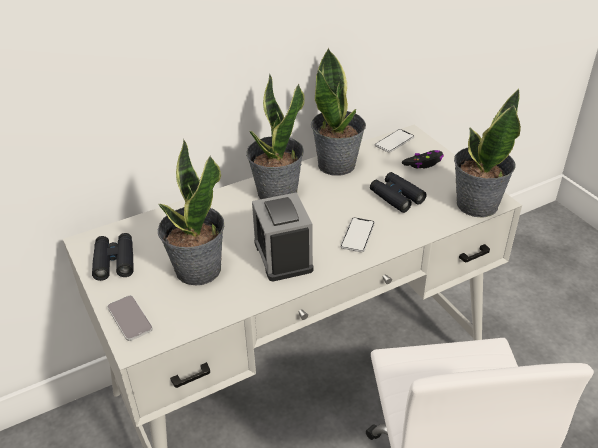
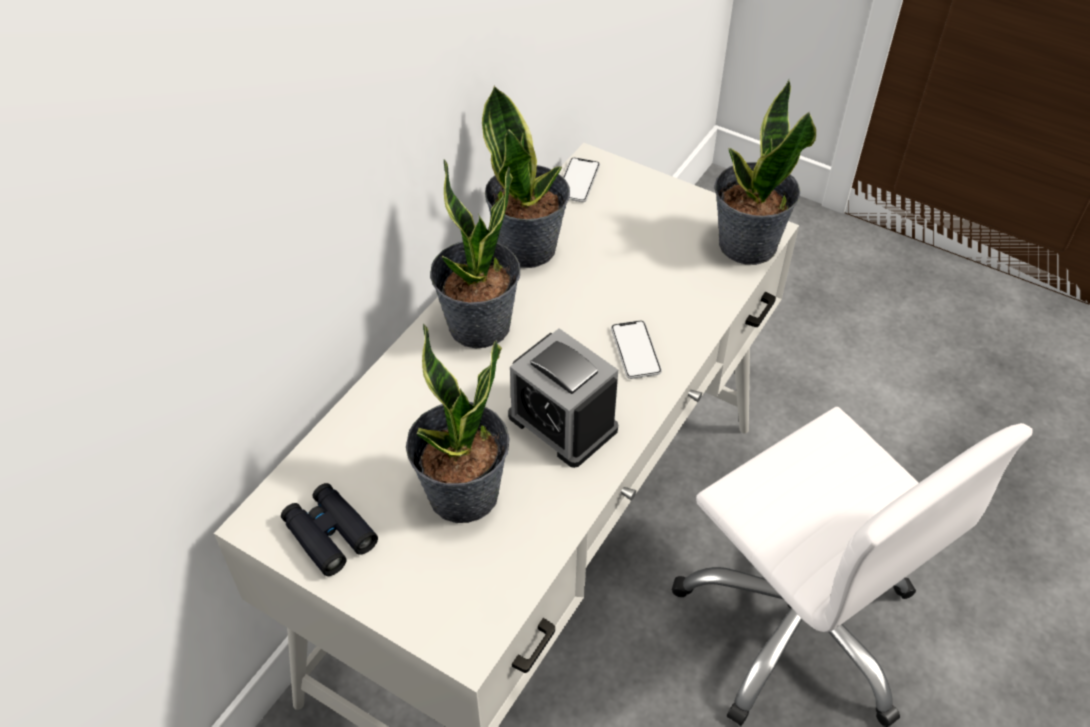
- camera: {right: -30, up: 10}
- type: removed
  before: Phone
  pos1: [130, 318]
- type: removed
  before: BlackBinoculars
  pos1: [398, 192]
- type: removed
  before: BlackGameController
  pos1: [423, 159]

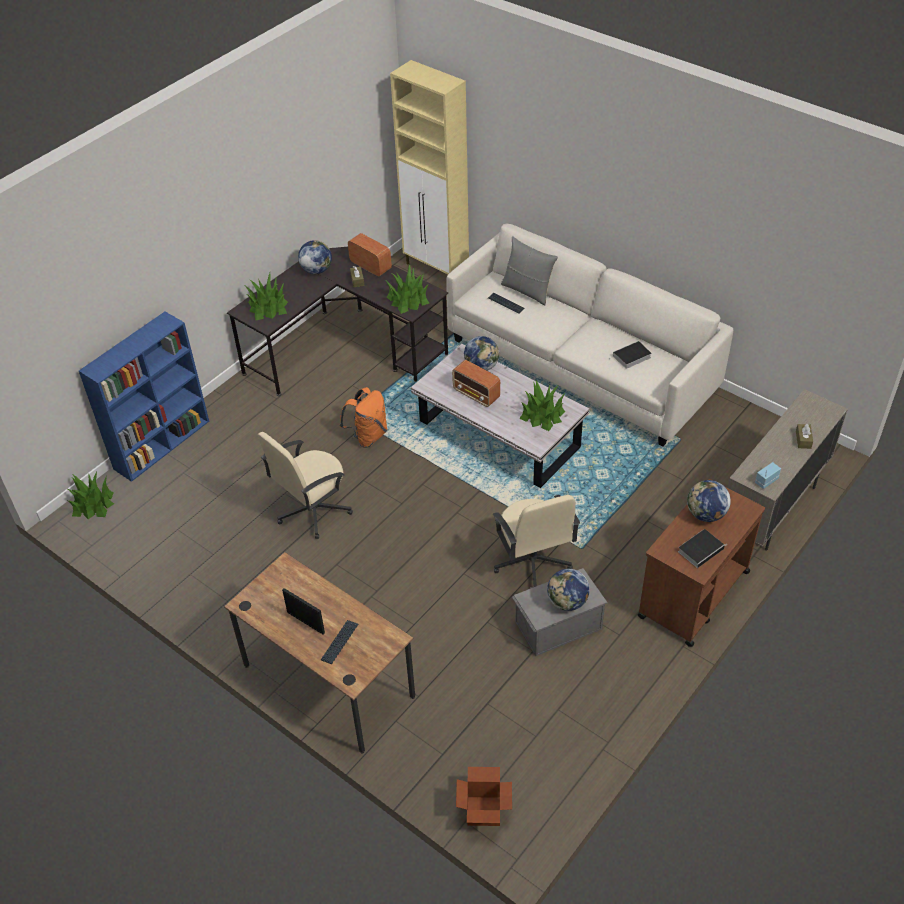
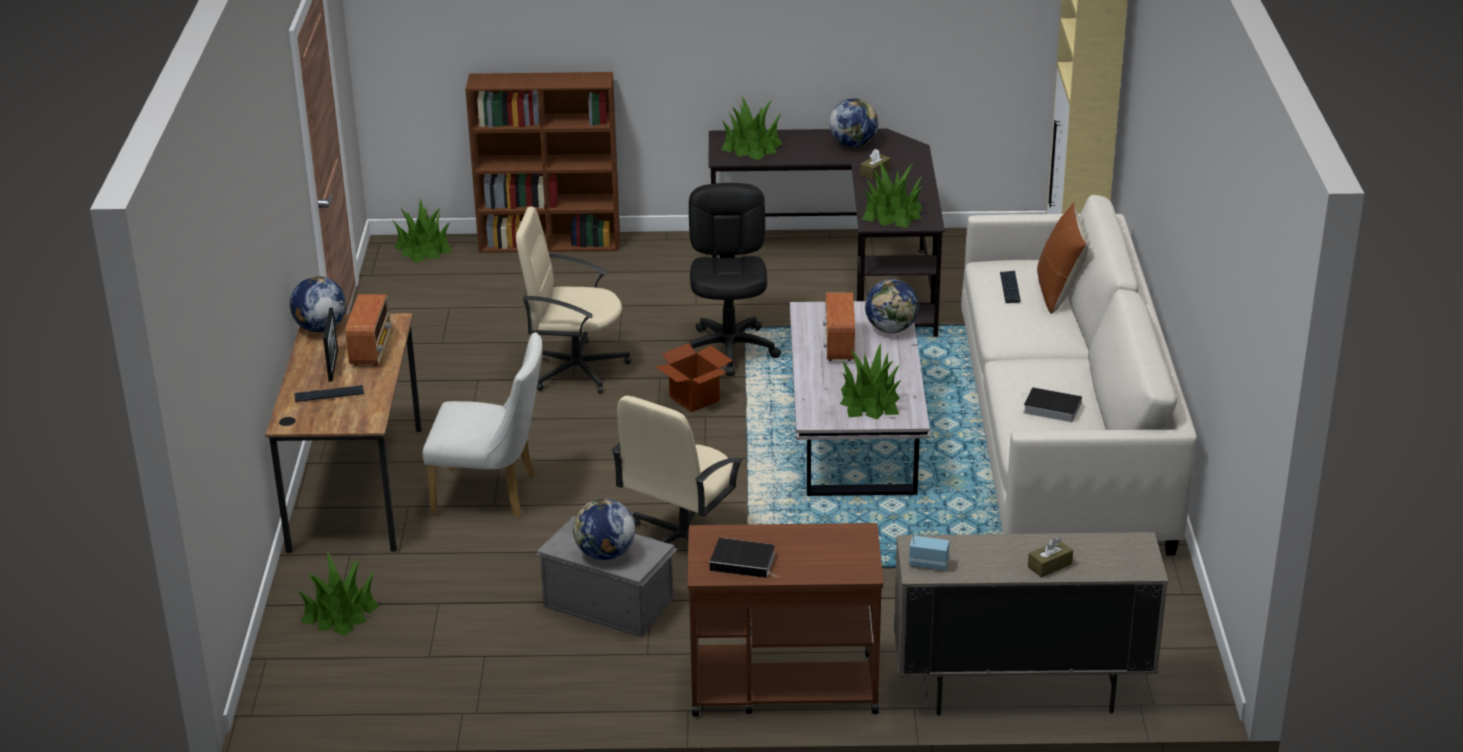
- camera: {right: 50, up: -15}
- type: recoloured
  before: BlueBookcase
  after: BrownBookcase
  pos1: [144, 397]
  pos2: [542, 162]
- type: replaced
  before: OrangeBackpack
  after: BlackOfficeChair
  pos1: [363, 417]
  pos2: [734, 279]
- type: moved
  before: Radio
  pos1: [370, 254]
  pos2: [368, 330]
- type: moved
  before: CardboardBox
  pos1: [484, 796]
  pos2: [694, 378]
- type: recoloured
  before: GreyPillow
  after: BrownPillow
  pos1: [529, 270]
  pos2: [1063, 258]
- type: moved
  before: Globe
  pos1: [709, 501]
  pos2: [318, 304]
- type: added
  after: PottedPlant
  pos2: [338, 593]
- type: added
  after: WhiteChair
  pos2: [482, 425]

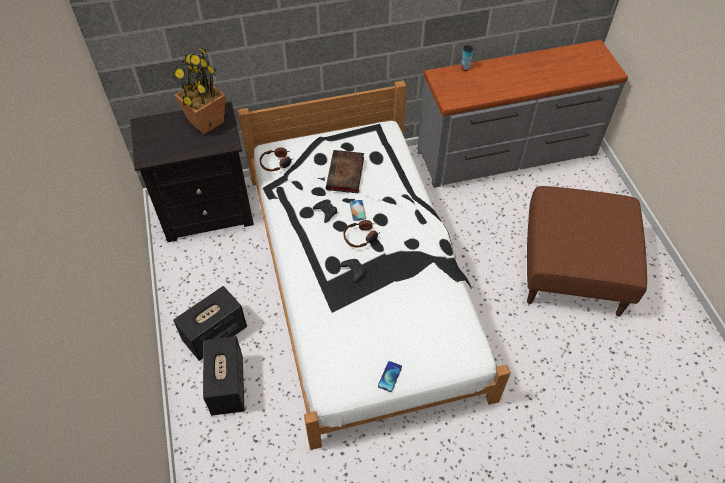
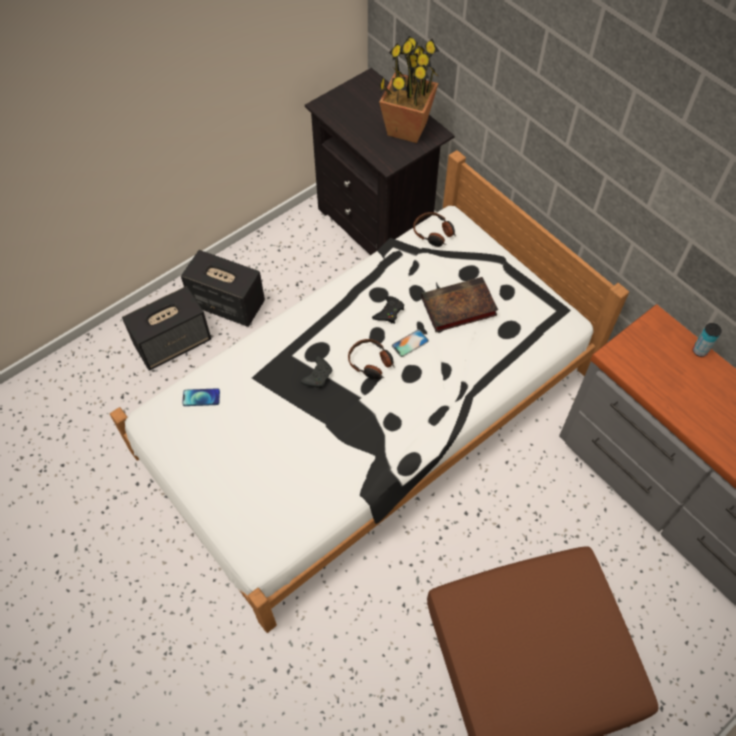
- camera: {right: 65, up: 5}
- type: moved
  before: Phone
  pos1: [390, 376]
  pos2: [201, 397]

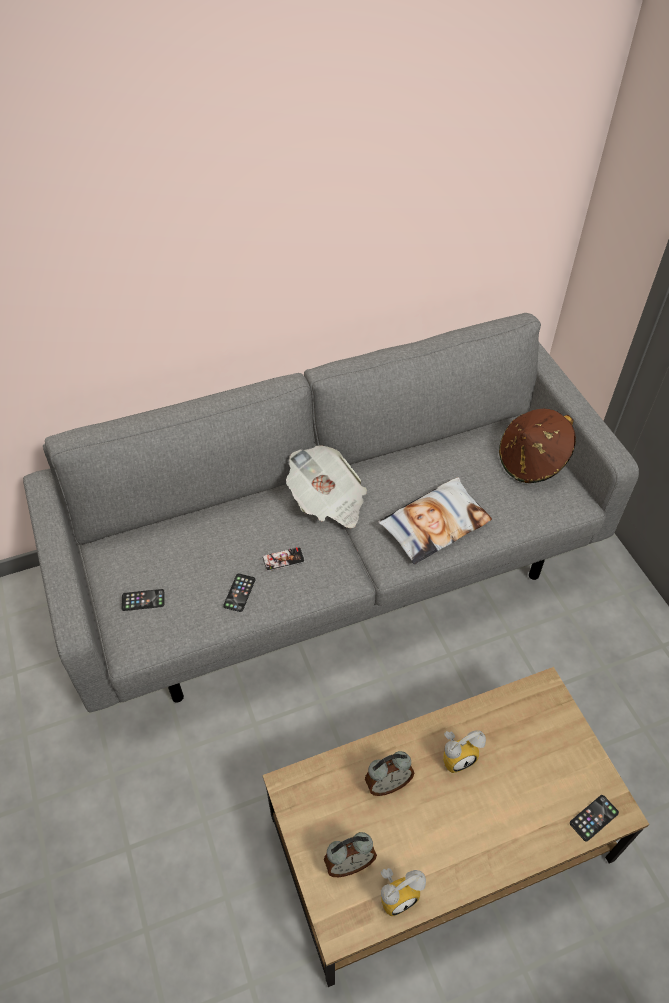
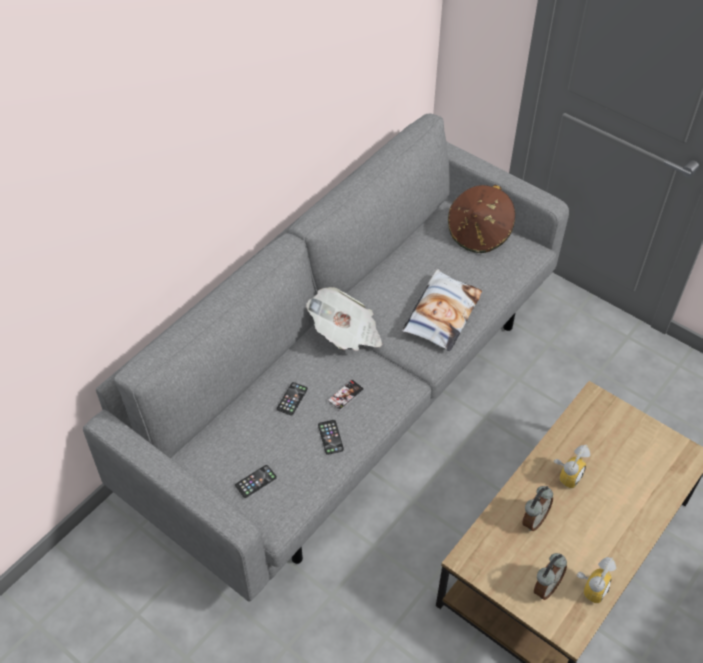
- camera: {right: -30, up: 0}
- type: moved
  before: Phone
  pos1: [594, 818]
  pos2: [292, 398]

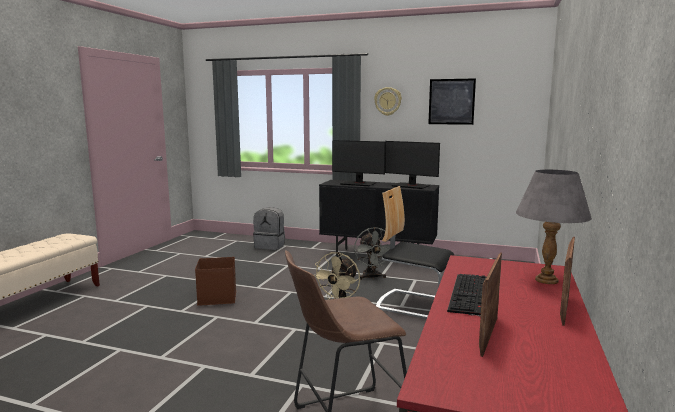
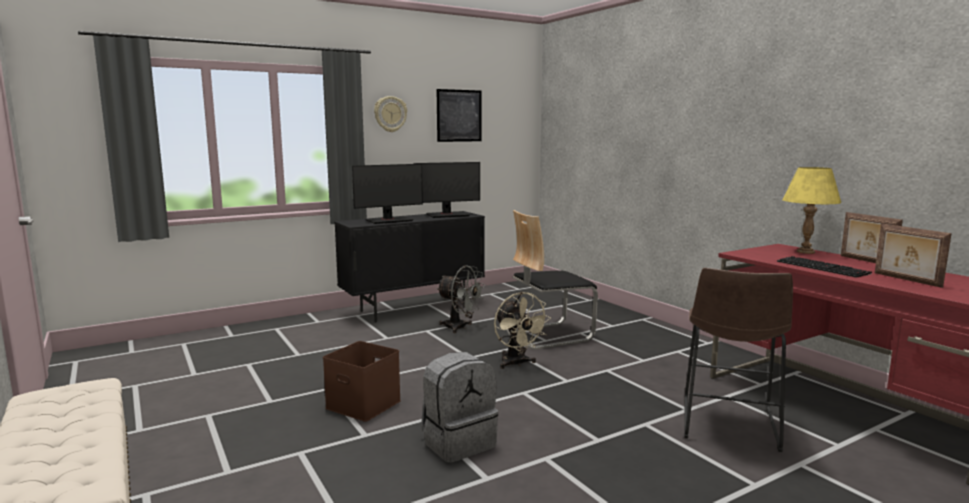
- camera: {right: -50, up: 0}
- type: moved
  before: GreyBackpack
  pos1: [269, 228]
  pos2: [459, 407]
- type: recoloured
  before: GreyTableLamp
  after: YellowTableLamp
  pos1: [554, 226]
  pos2: [811, 210]

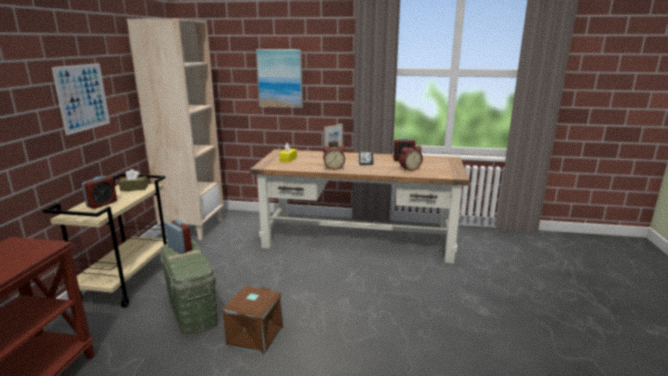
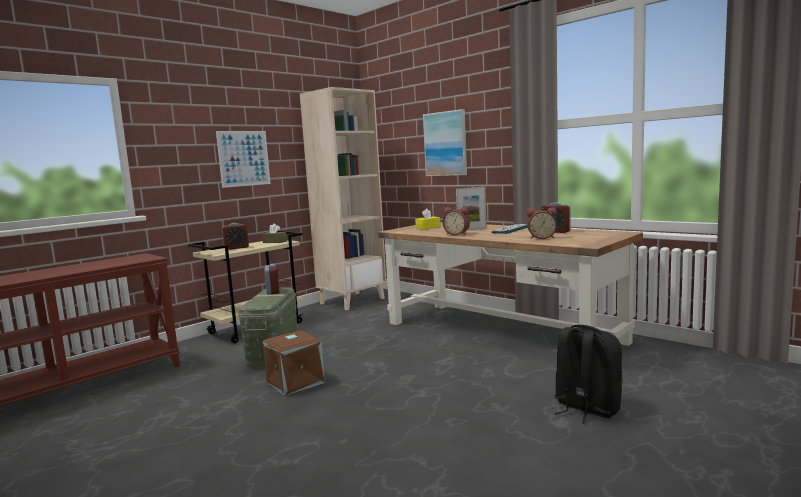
- camera: {right: 35, up: -10}
- type: added
  after: BlackBackpack
  pos2: [588, 374]

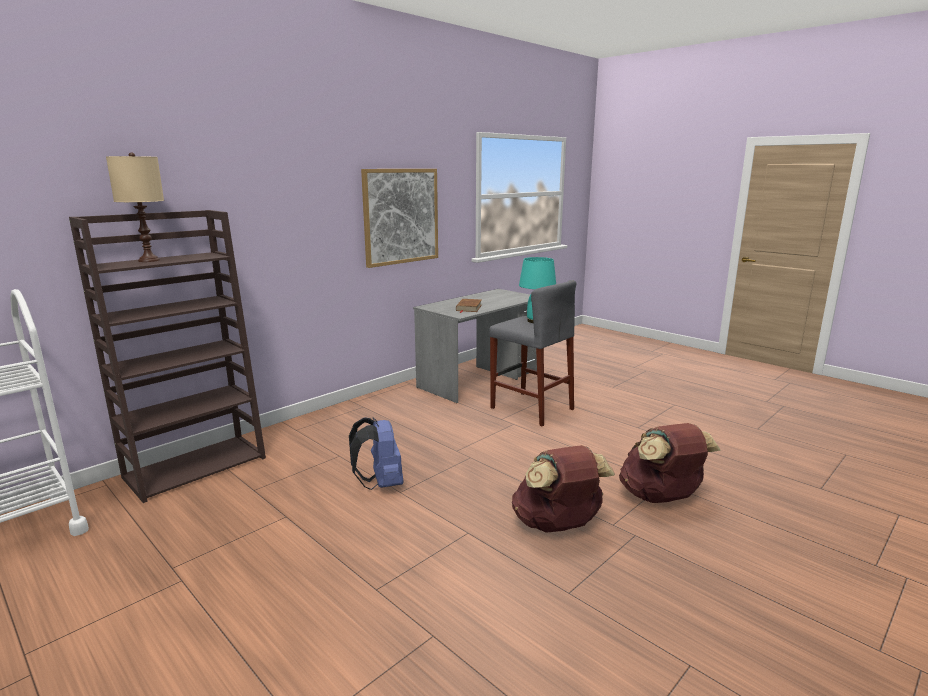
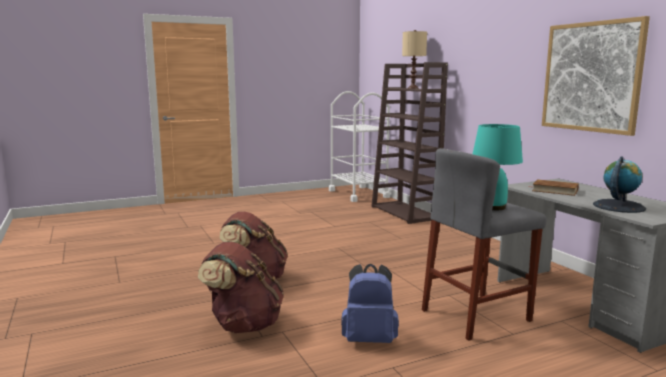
- camera: {right: 110, up: -5}
- type: moved
  before: BlueBackpack
  pos1: [376, 453]
  pos2: [370, 303]
- type: added
  after: Globe
  pos2: [619, 184]

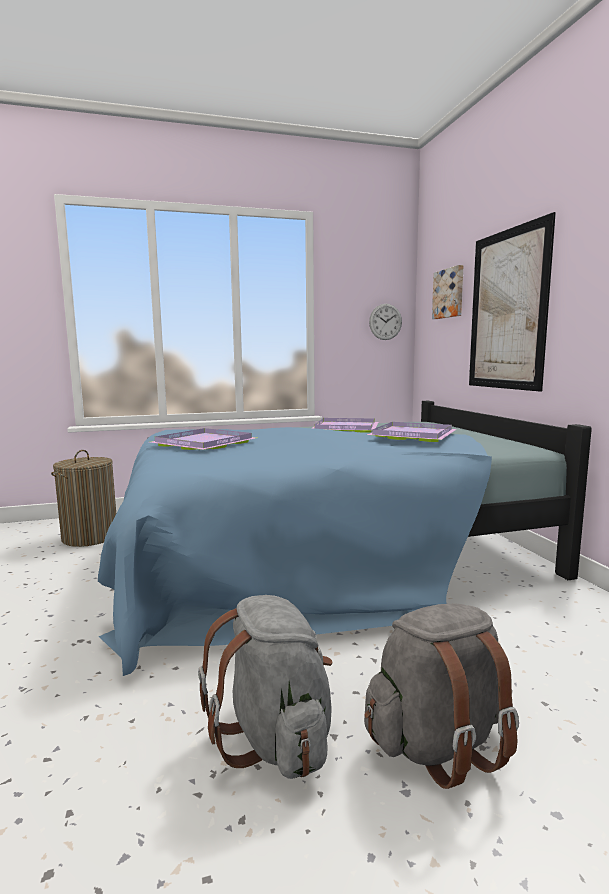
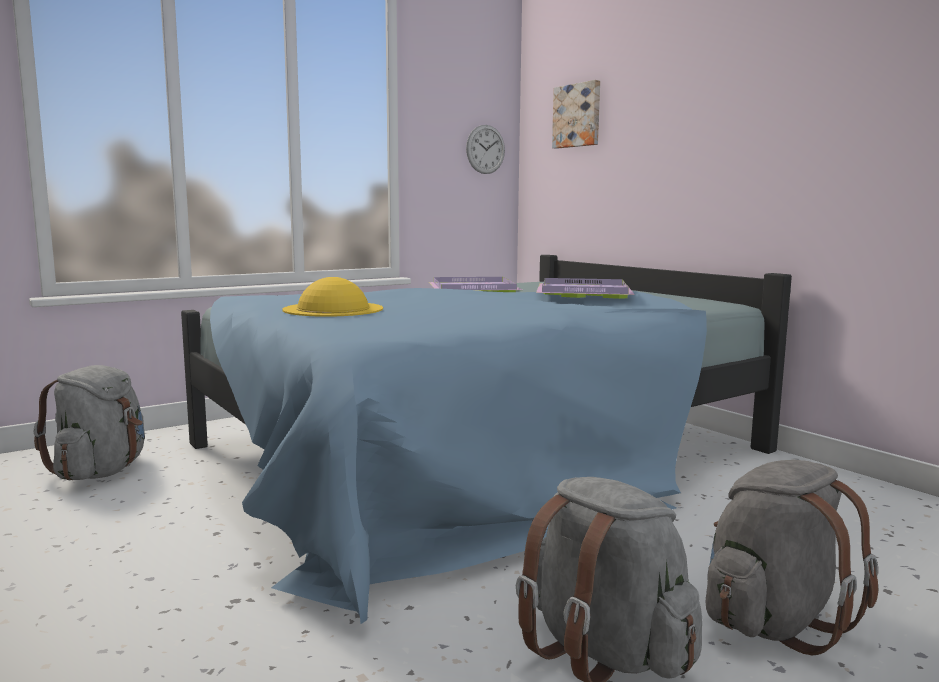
- camera: {right: -20, up: 0}
- type: replaced
  before: LaundryBasket
  after: GreyBackpack
  pos1: [83, 498]
  pos2: [89, 423]
- type: replaced
  before: PurpleTray
  after: YellowHat
  pos1: [203, 439]
  pos2: [333, 297]
- type: removed
  before: Picture
  pos1: [512, 302]

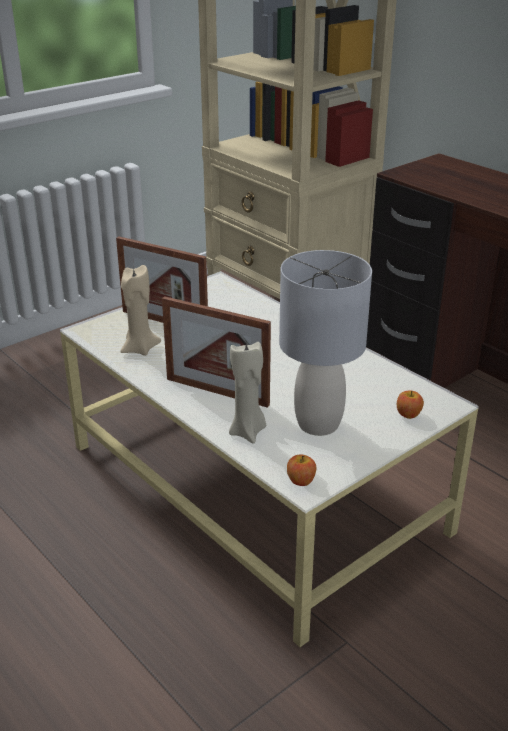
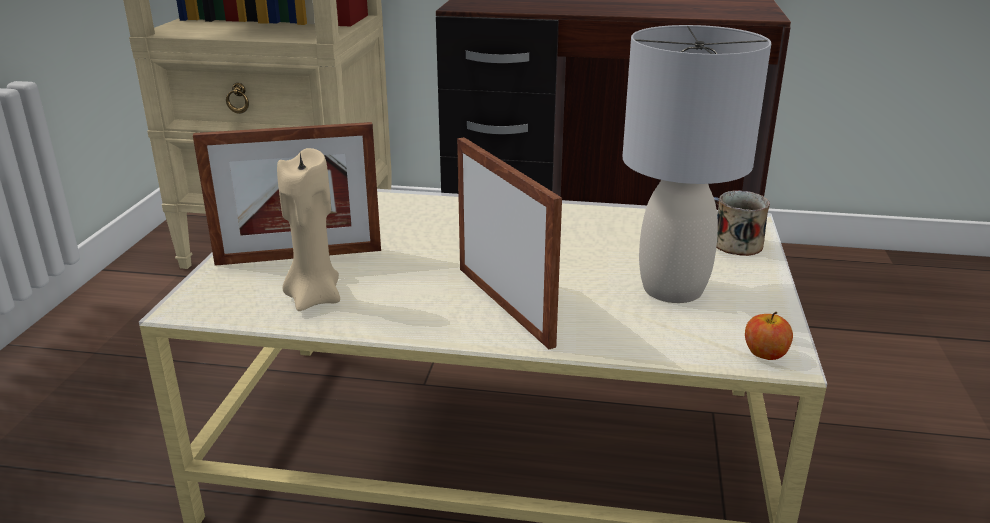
- camera: {right: -40, up: -5}
- type: turned
  before: PictureFrame
  pos1: [216, 352]
  pos2: [509, 243]
  turn: -105
- type: removed
  before: BeigeCandle
  pos1: [247, 391]
- type: replaced
  before: Apple
  after: Mug
  pos1: [410, 405]
  pos2: [742, 223]

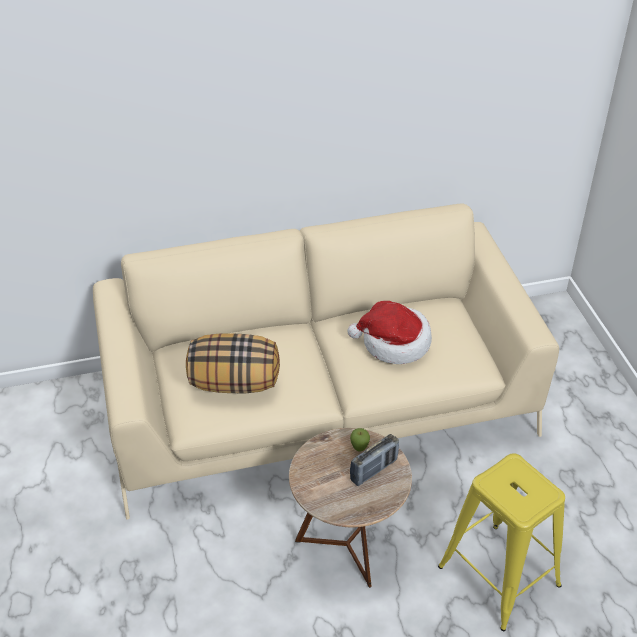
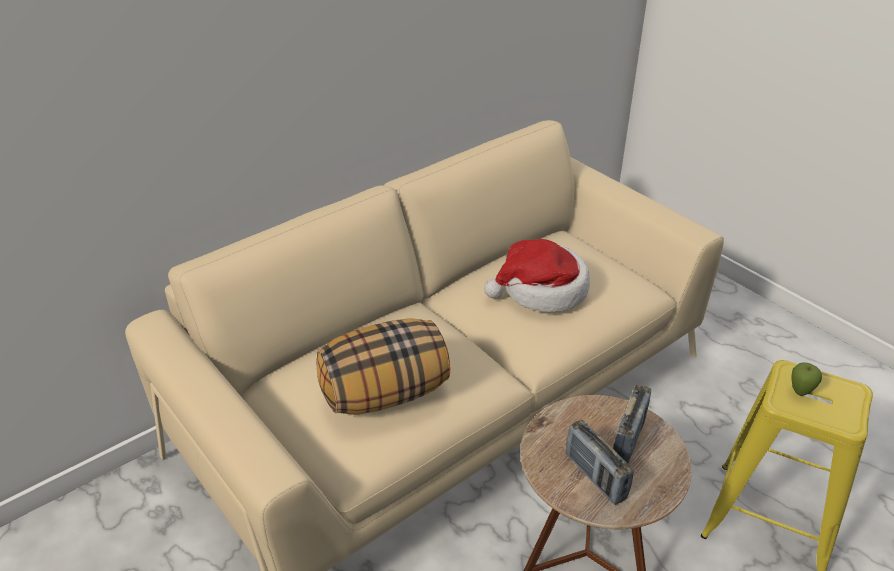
- camera: {right: -25, up: -5}
- type: moved
  before: Apple
  pos1: [360, 440]
  pos2: [806, 379]
- type: added
  after: Radio
  pos2: [600, 462]

